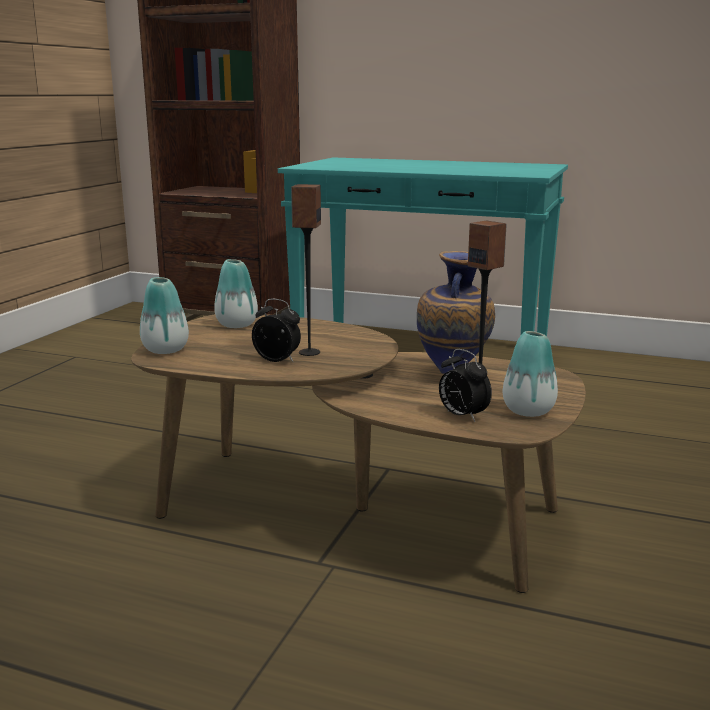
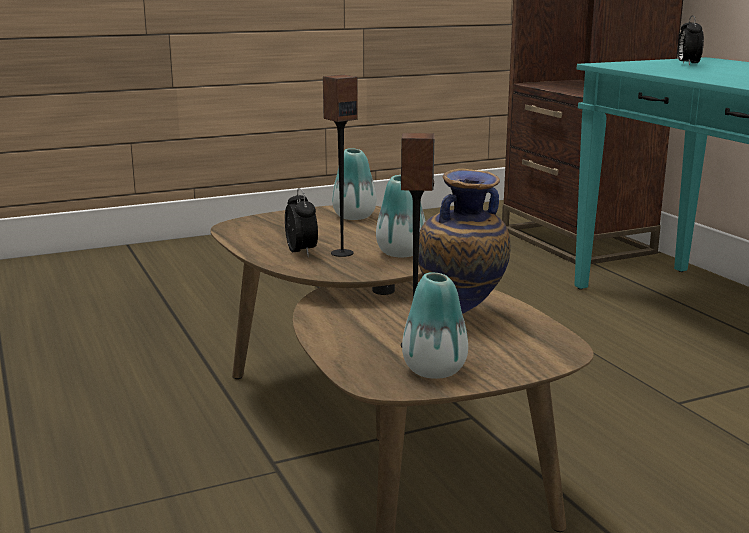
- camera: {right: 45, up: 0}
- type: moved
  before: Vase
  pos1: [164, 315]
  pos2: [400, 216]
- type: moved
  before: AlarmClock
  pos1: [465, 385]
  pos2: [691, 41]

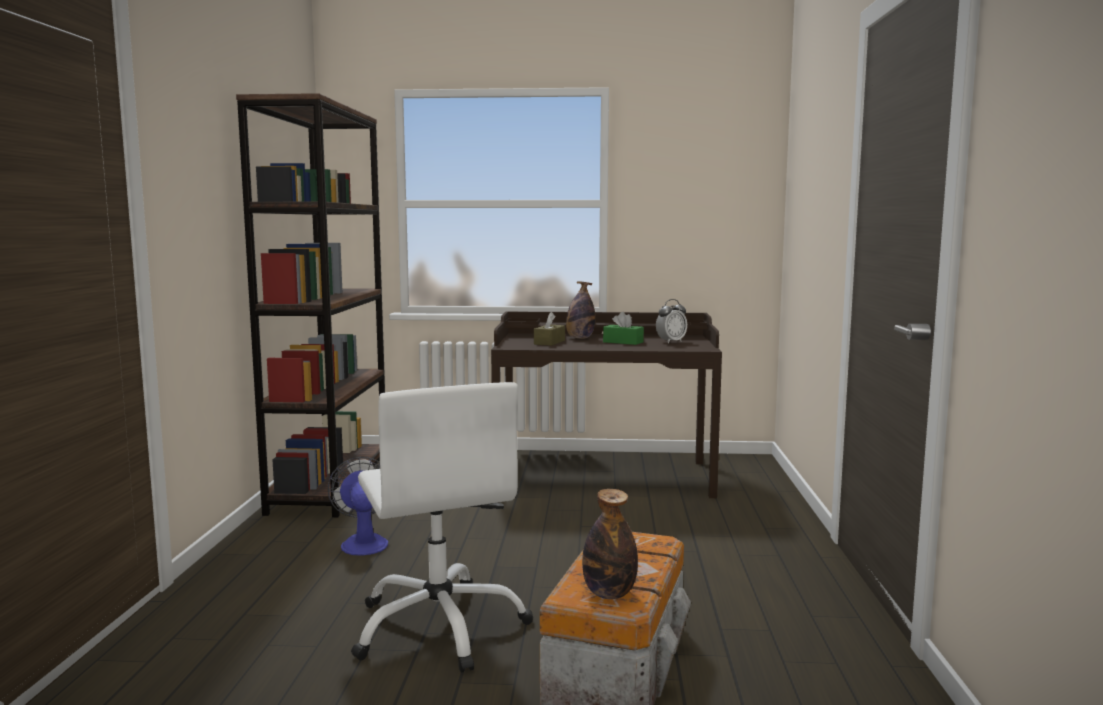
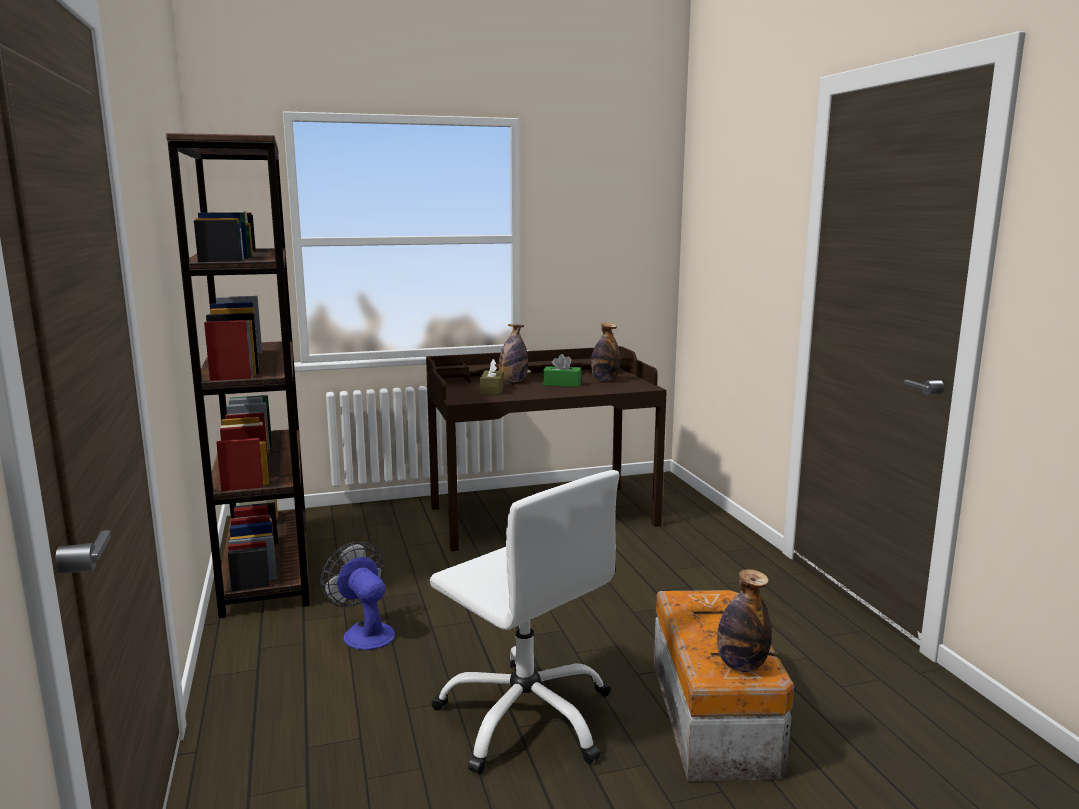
- camera: {right: -20, up: 5}
- type: replaced
  before: AlarmClock
  after: Bottle
  pos1: [671, 321]
  pos2: [605, 352]

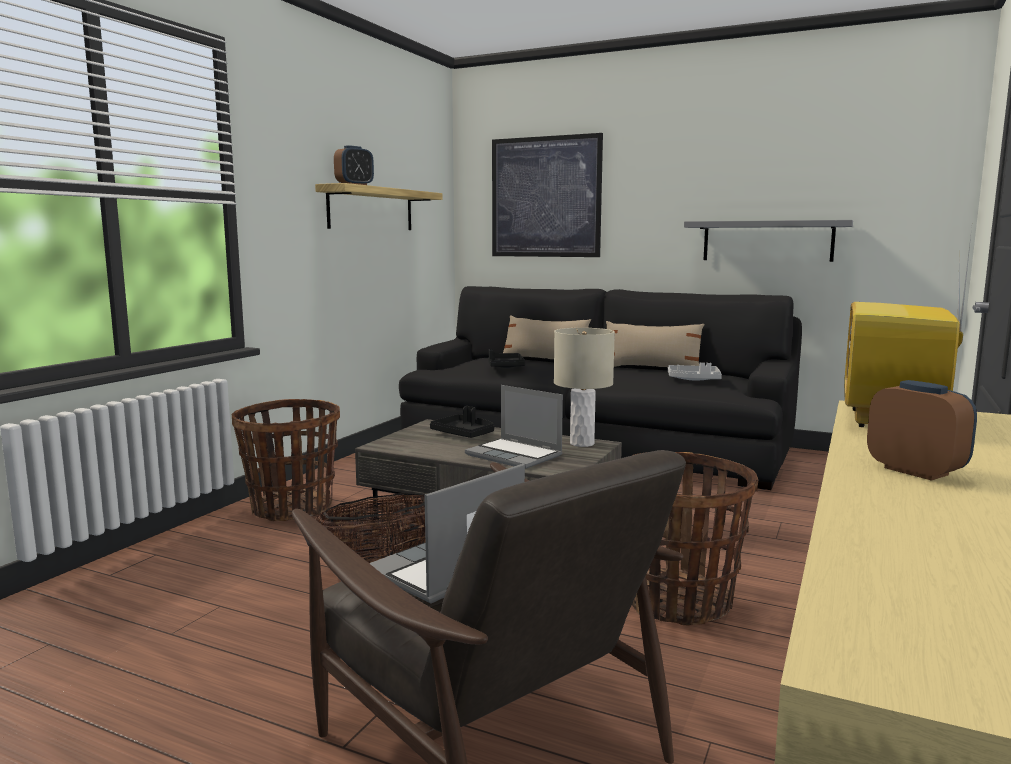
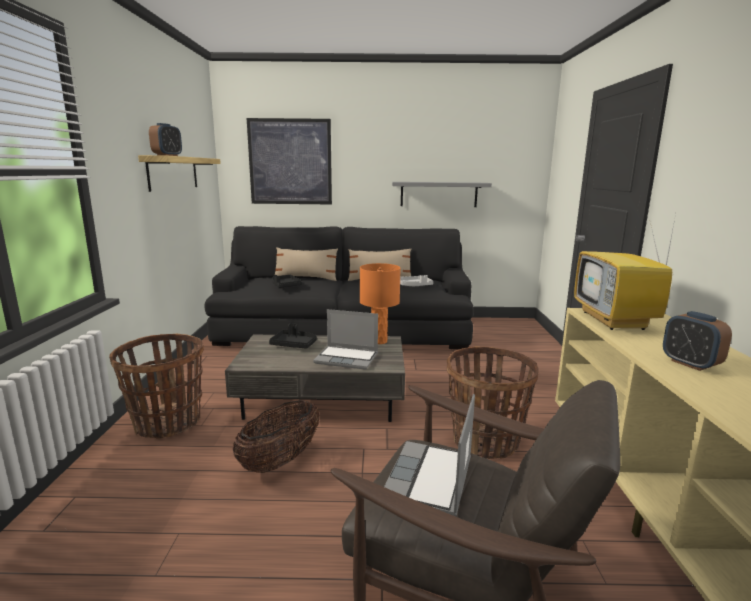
- camera: {right: -25, up: 5}
- type: recoloured
  before: BeigeTableLamp
  after: OrangeTableLamp
  pos1: [584, 387]
  pos2: [380, 303]
- type: turned
  before: AlarmClock
  pos1: [922, 430]
  pos2: [697, 341]
  turn: -150

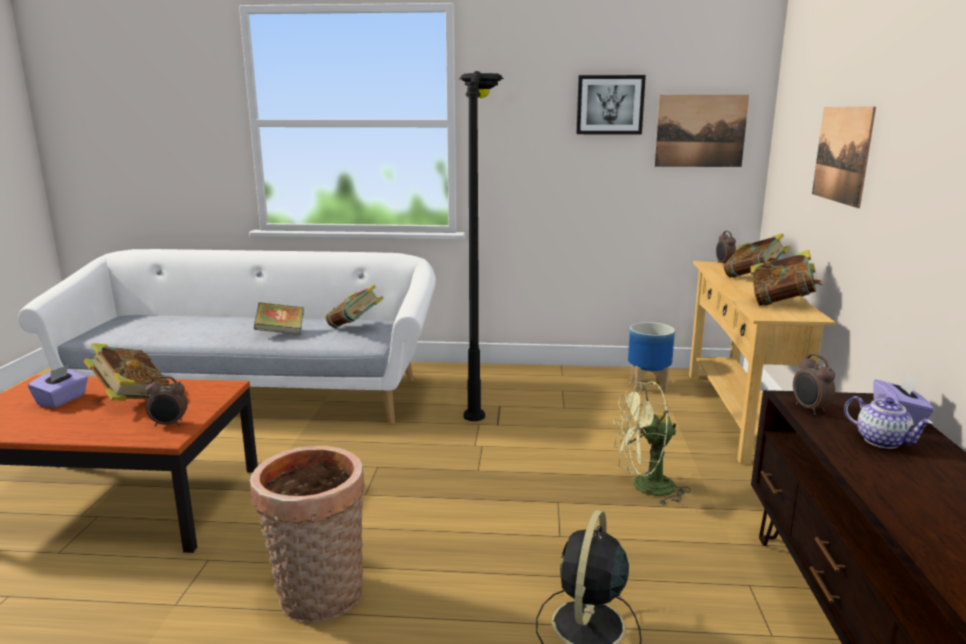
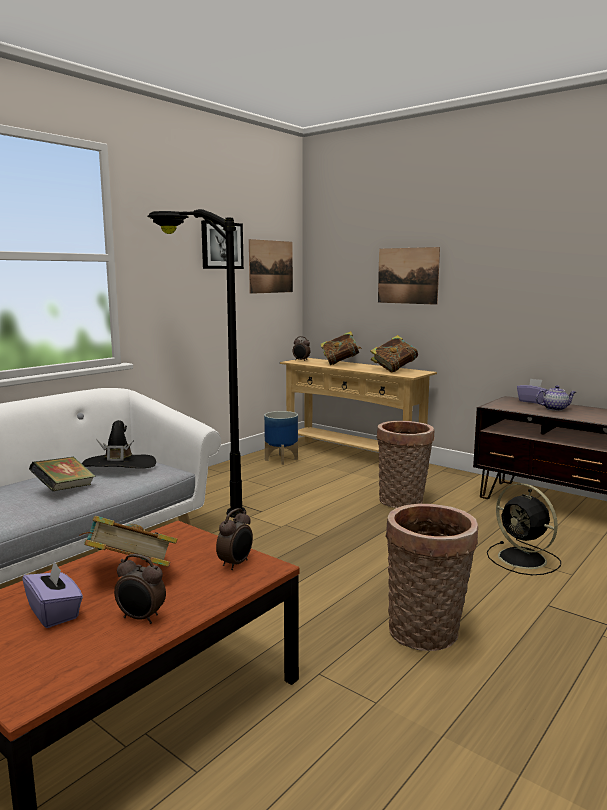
- camera: {right: -55, up: -5}
- type: replaced
  before: Book
  after: BlackHat
  pos1: [355, 306]
  pos2: [119, 444]
- type: replaced
  before: GreenFan
  after: Basket
  pos1: [651, 443]
  pos2: [406, 464]
- type: moved
  before: AlarmClock
  pos1: [814, 384]
  pos2: [140, 589]

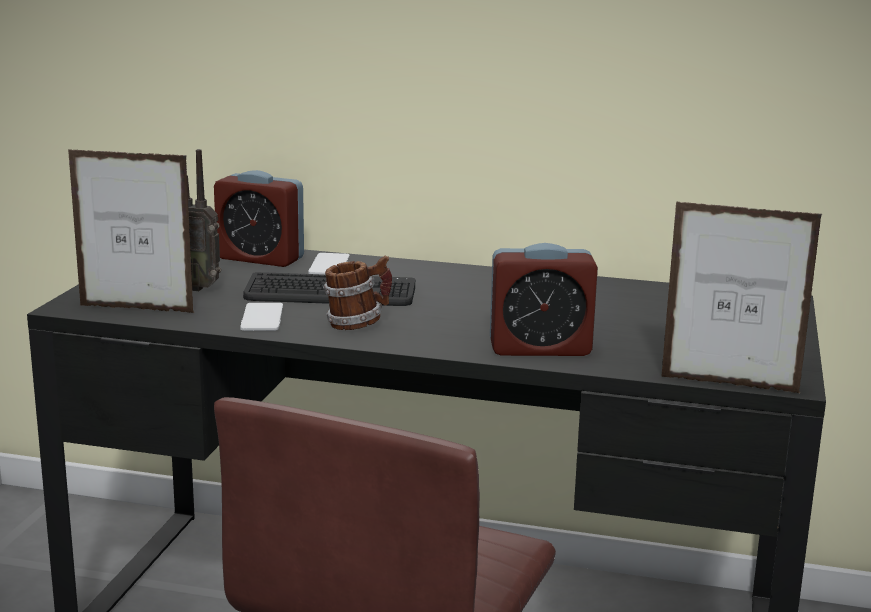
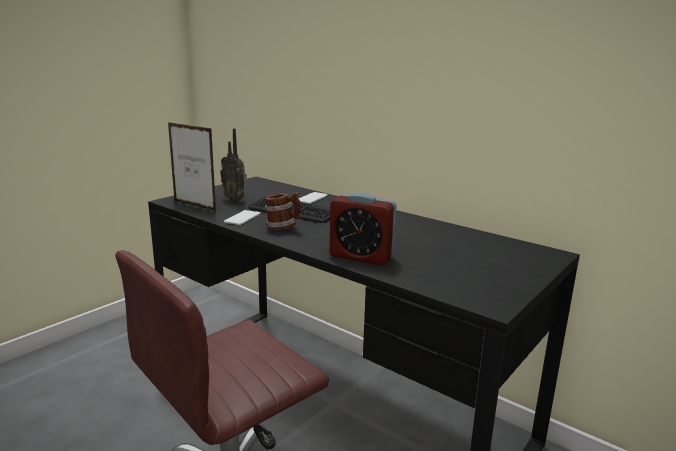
- camera: {right: 25, up: 0}
- type: removed
  before: AlarmClock
  pos1: [259, 218]
- type: removed
  before: PictureFrame
  pos1: [741, 297]

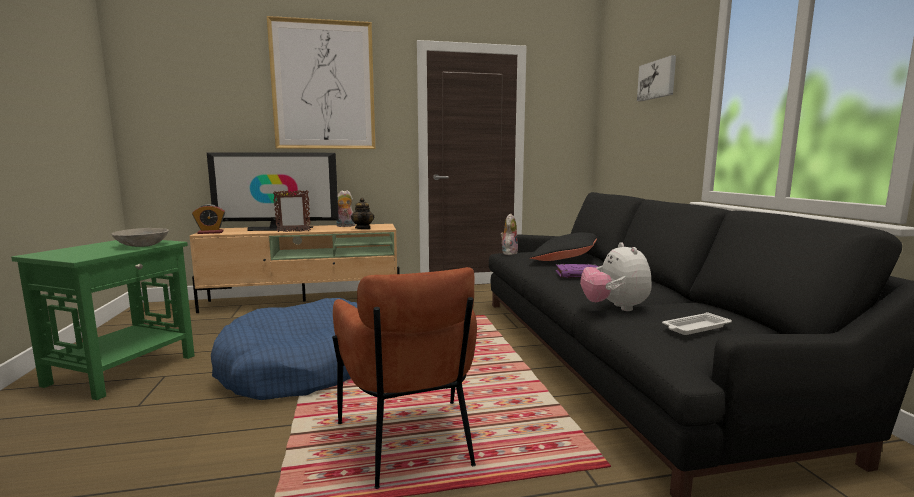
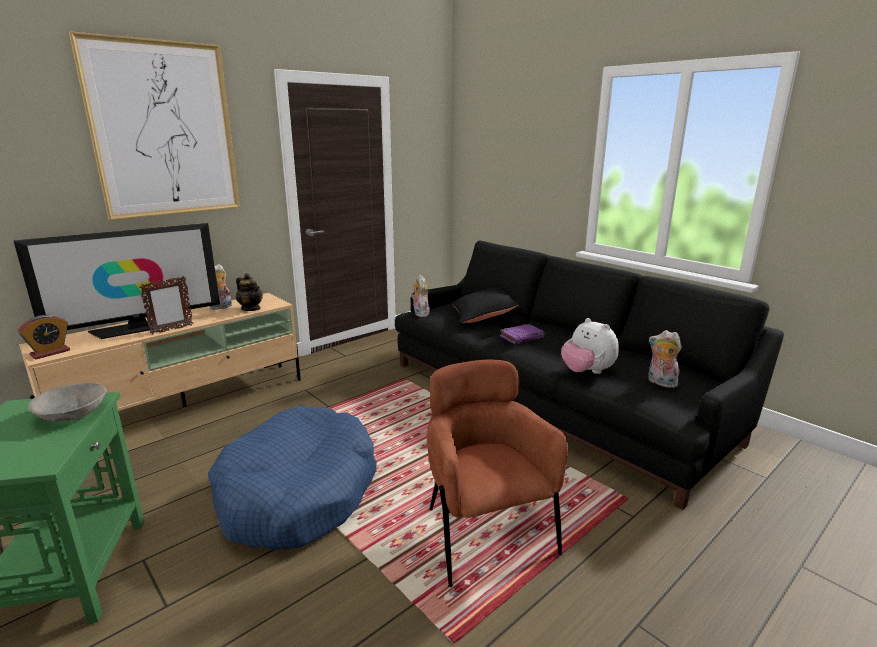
- camera: {right: -30, up: 10}
- type: turned
  before: BrownArmchair
  pos1: [404, 378]
  pos2: [497, 473]
  turn: -150
- type: removed
  before: Picture
  pos1: [656, 78]
- type: replaced
  before: WhiteTray
  after: PlushToy
  pos1: [697, 323]
  pos2: [665, 359]

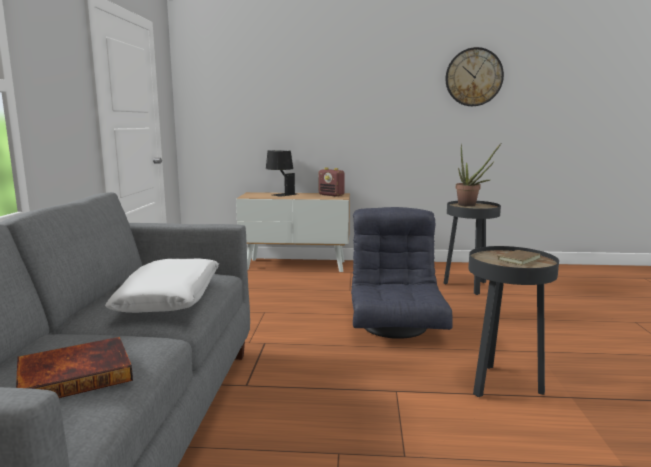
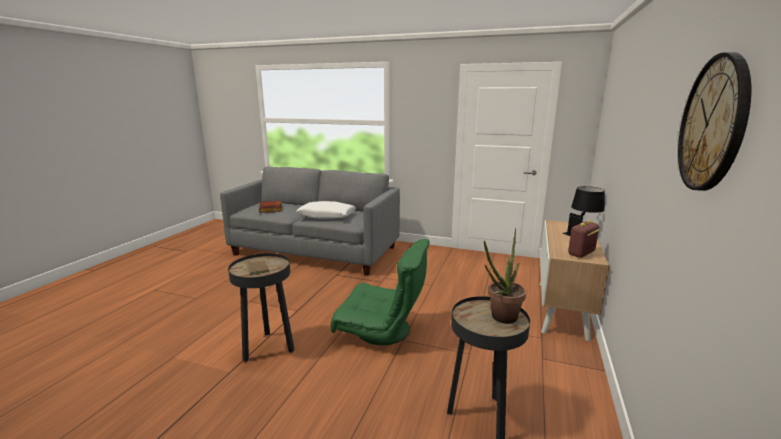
- camera: {right: 105, up: 5}
- type: recoloured
  before: GreyArmchair
  after: GreenArmchair
  pos1: [401, 273]
  pos2: [380, 292]

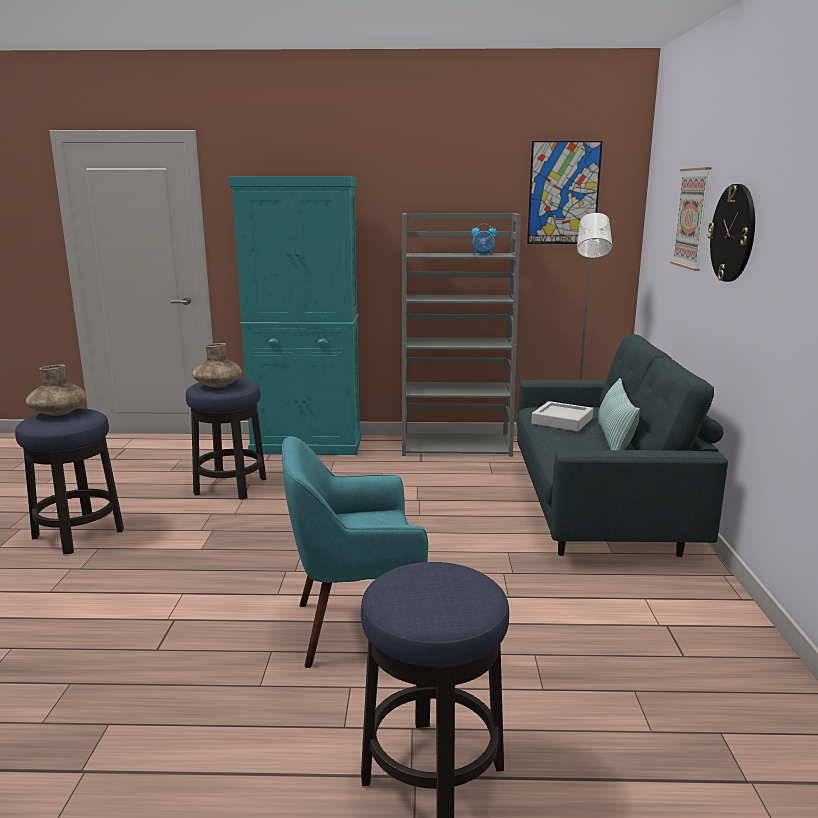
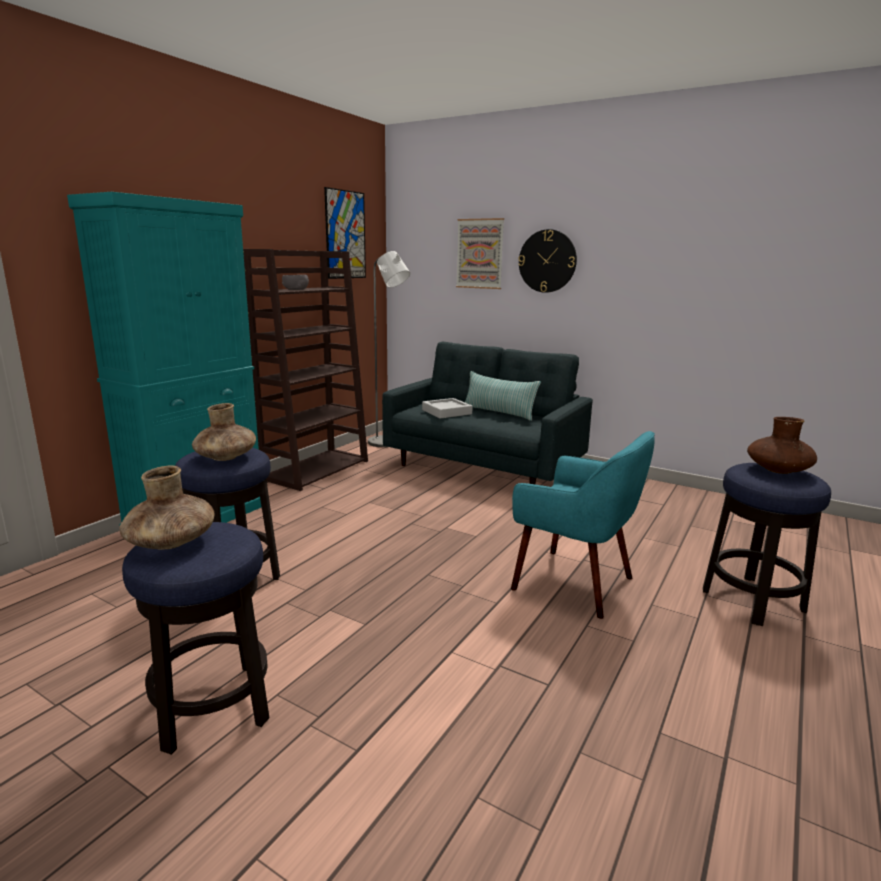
- camera: {right: -60, up: 0}
- type: turned
  before: TurquoiseArmchair
  pos1: [355, 552]
  pos2: [583, 525]
  turn: -75
- type: recoloured
  before: GreyBookcase
  after: BrownBookcase
  pos1: [461, 335]
  pos2: [305, 370]
- type: removed
  before: AlarmClock
  pos1: [484, 239]
- type: added
  after: GreyBowl
  pos2: [295, 282]
- type: added
  after: BrownVase
  pos2: [782, 445]

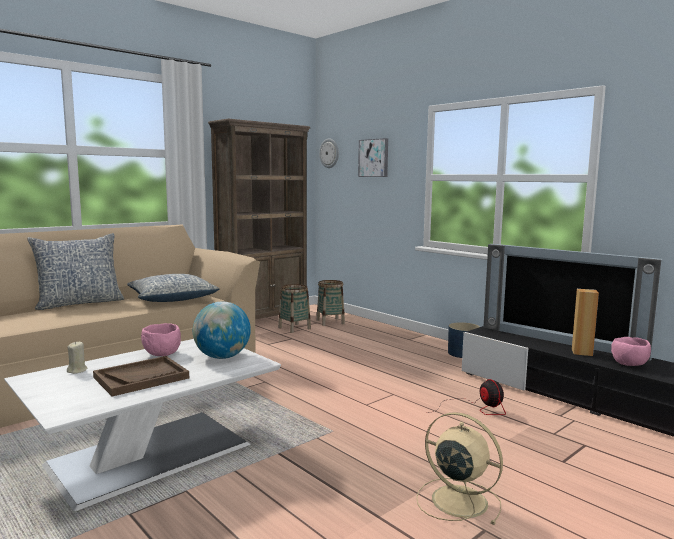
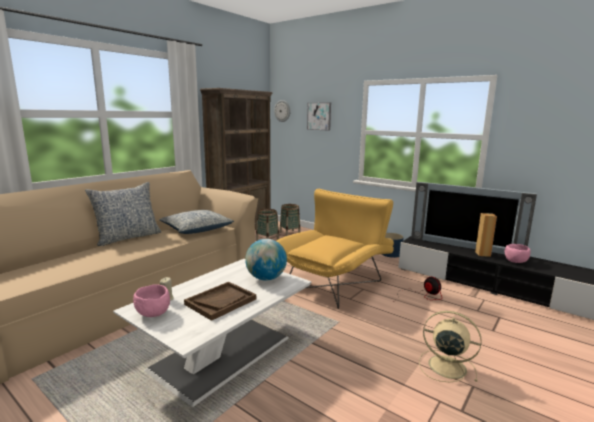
- camera: {right: -10, up: 5}
- type: moved
  before: PinkBowl
  pos1: [161, 339]
  pos2: [151, 300]
- type: added
  after: YellowArmchair
  pos2: [335, 249]

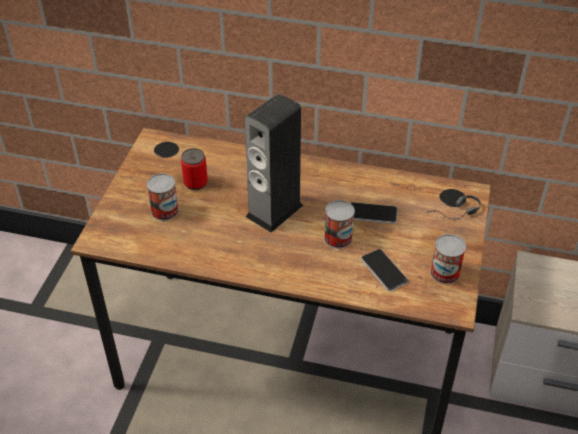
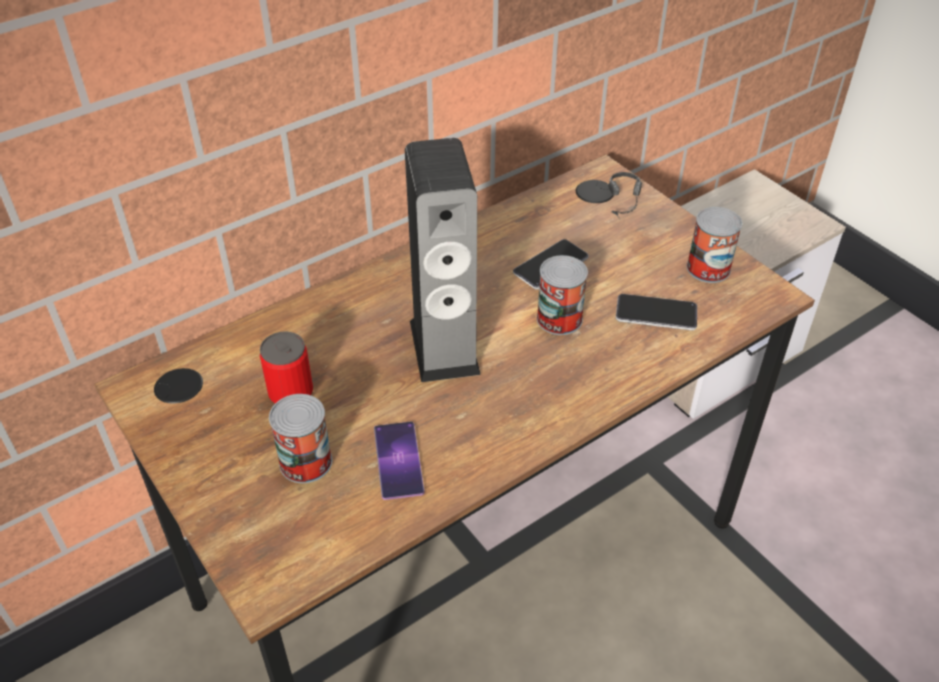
- camera: {right: -50, up: 0}
- type: added
  after: Phone
  pos2: [399, 461]

